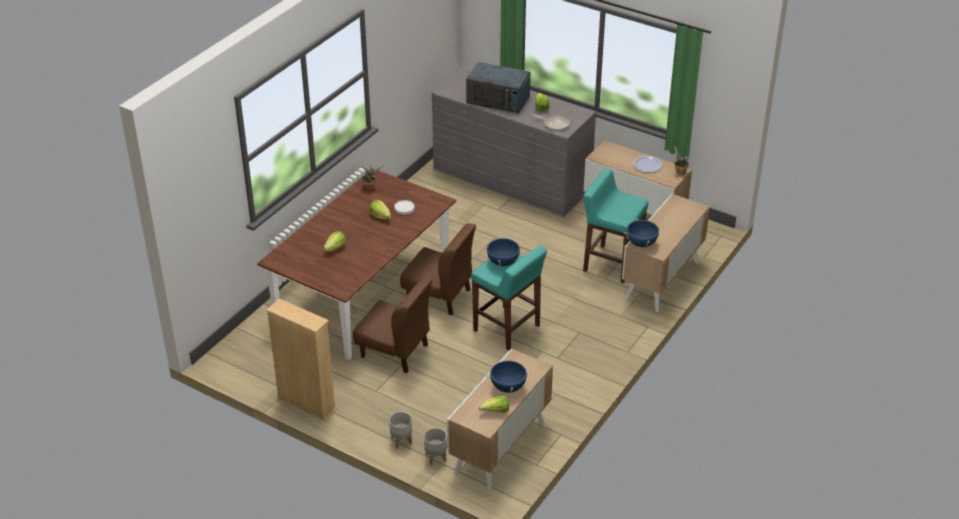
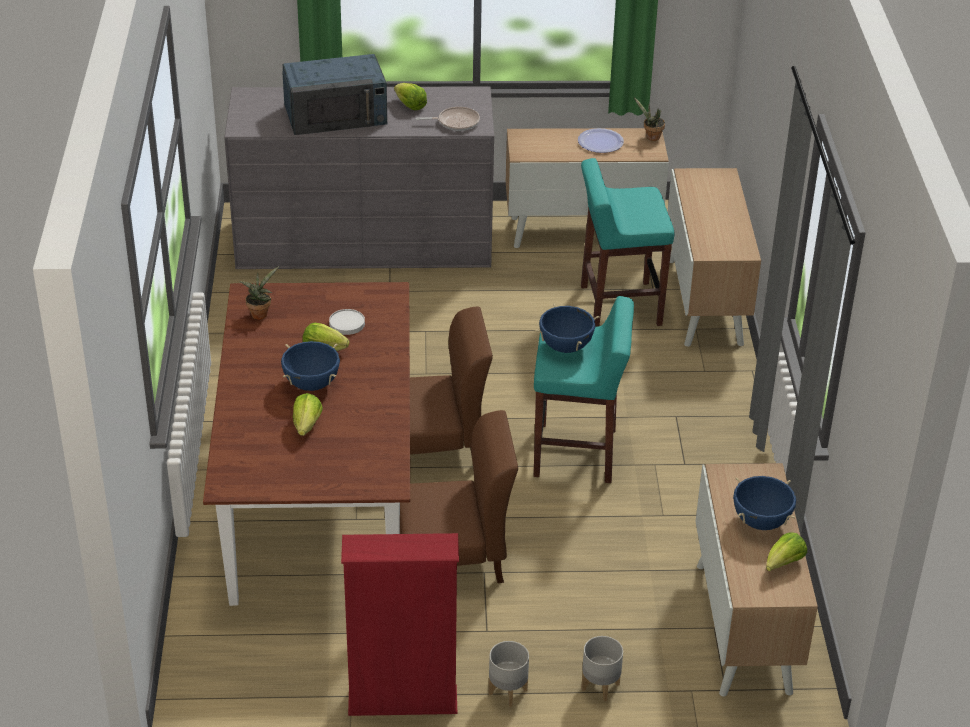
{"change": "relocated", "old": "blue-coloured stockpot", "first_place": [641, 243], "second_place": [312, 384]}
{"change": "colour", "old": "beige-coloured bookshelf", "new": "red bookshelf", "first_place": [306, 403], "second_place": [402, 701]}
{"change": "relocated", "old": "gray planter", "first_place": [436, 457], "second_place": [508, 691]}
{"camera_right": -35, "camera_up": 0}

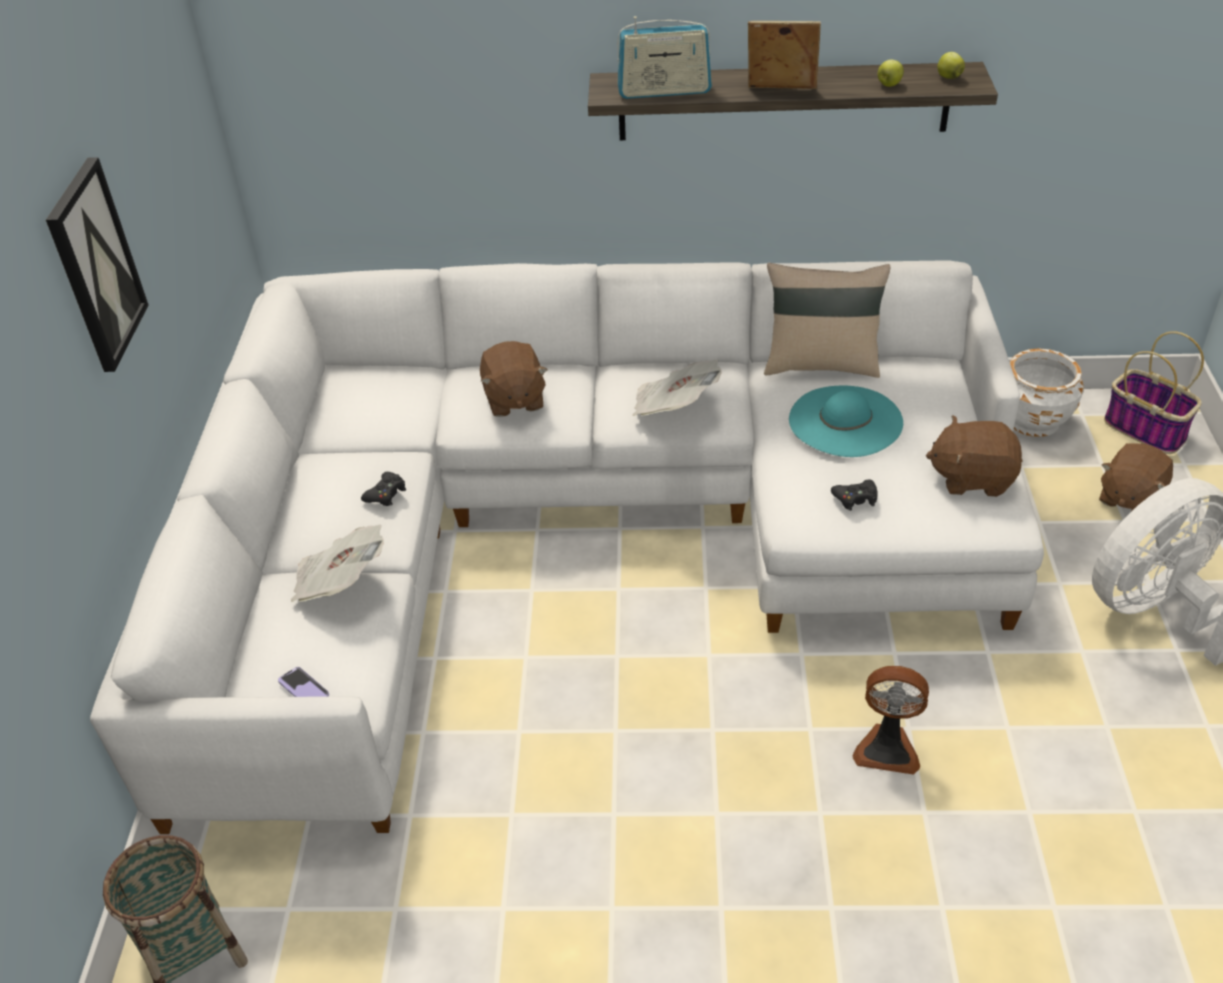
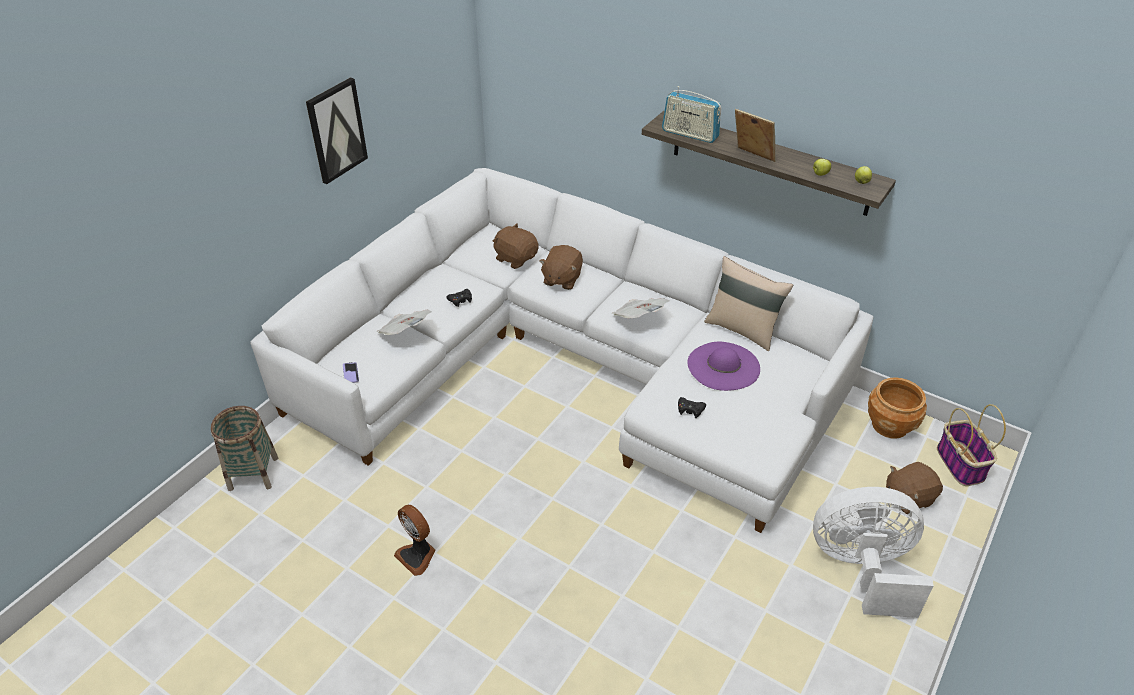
{"change": "colour", "old": "whitish planter", "new": "brown planter", "first_place": [1033, 420], "second_place": [890, 425]}
{"change": "colour", "old": "turquoise-coloured hat", "new": "purple-coloured hat", "first_place": [845, 421], "second_place": [723, 366]}
{"change": "relocated", "old": "brown cuddly toy", "first_place": [972, 478], "second_place": [516, 258]}
{"change": "relocated", "old": "cooling fan", "first_place": [887, 748], "second_place": [417, 555]}
{"camera_right": 30, "camera_up": 0}

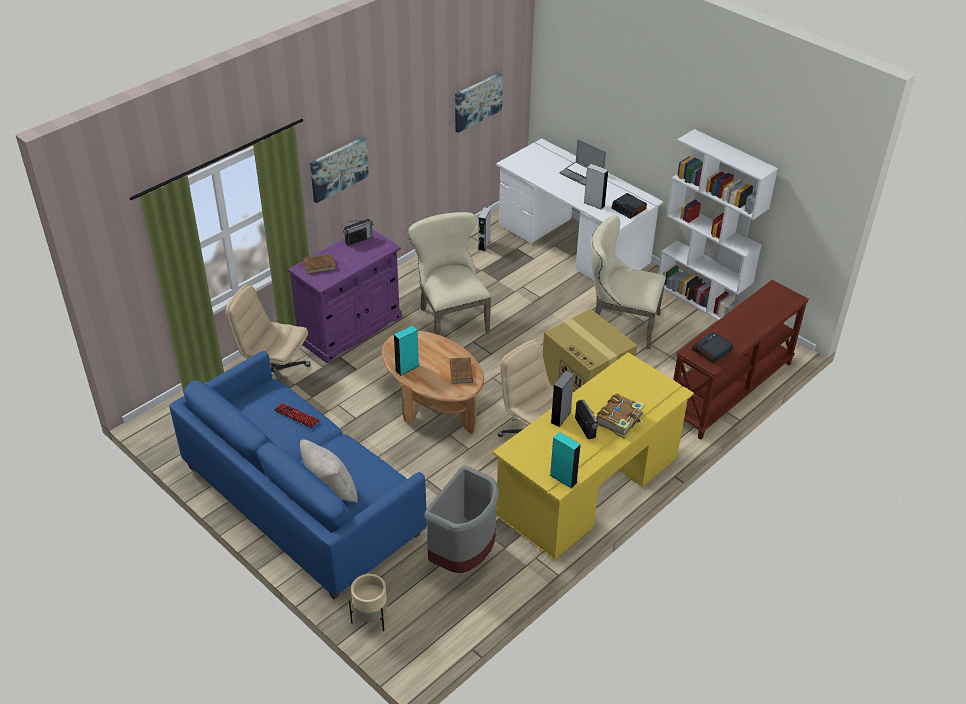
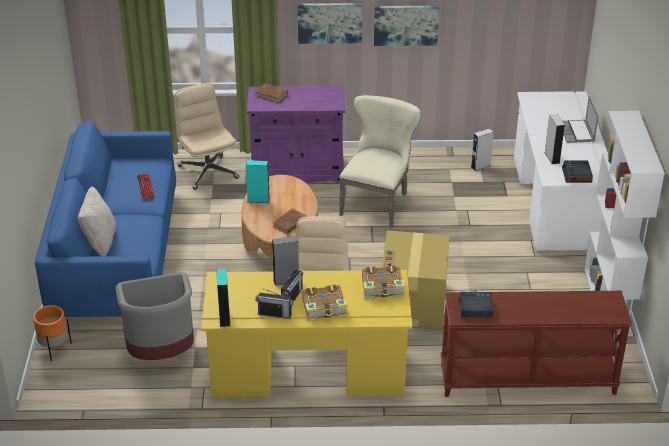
{"change": "relocated", "old": "wall picture", "first_place": [477, 101], "second_place": [406, 25]}
{"change": "missing", "old": "beige-coloured upright chair", "first_place": [620, 324]}
{"change": "relocated", "old": "radio set", "first_place": [358, 240], "second_place": [275, 314]}
{"change": "colour", "old": "beige-coloured planter", "new": "orangey planter", "first_place": [370, 618], "second_place": [54, 349]}
{"change": "appeared", "new": "book", "second_place": [383, 288]}
{"camera_right": 45, "camera_up": -5}

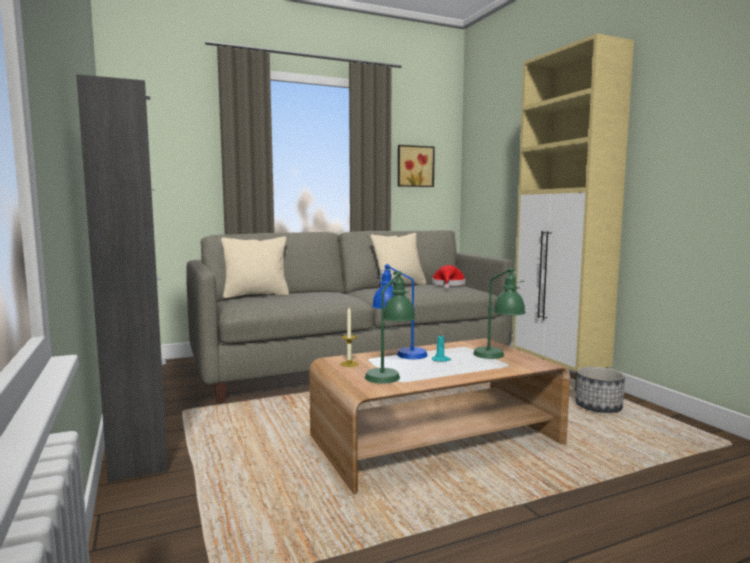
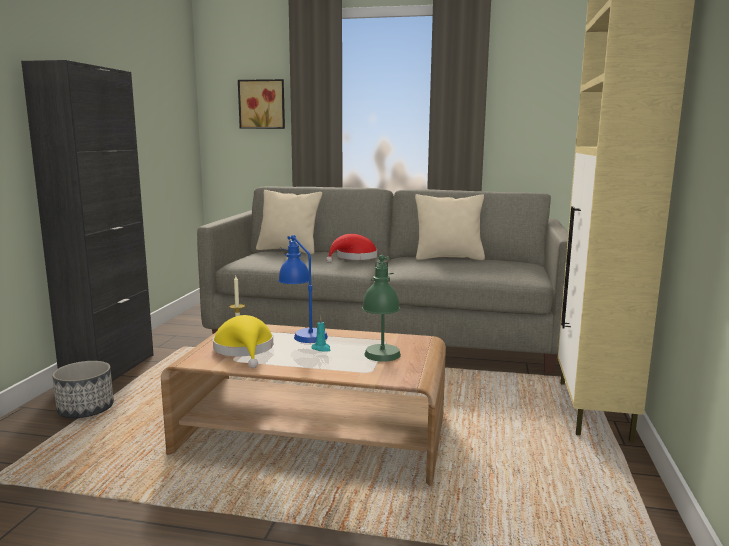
{"change": "relocated", "old": "wall picture", "first_place": [414, 166], "second_place": [262, 104]}
{"change": "relocated", "old": "red hat", "first_place": [448, 285], "second_place": [354, 258]}
{"change": "exchanged", "old": "green-coloured table lamp", "new": "yellow hat", "first_place": [390, 373], "second_place": [245, 350]}
{"change": "relocated", "old": "planter", "first_place": [598, 407], "second_place": [85, 410]}
{"camera_right": 35, "camera_up": 5}

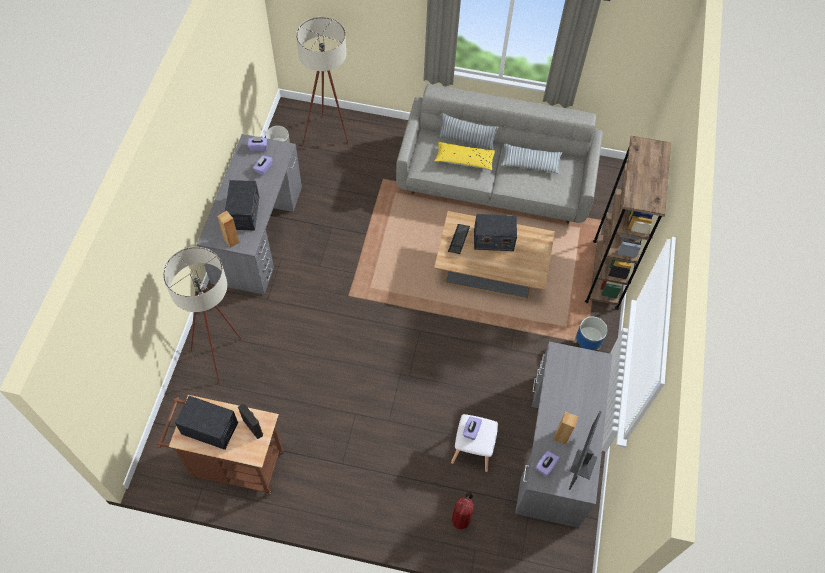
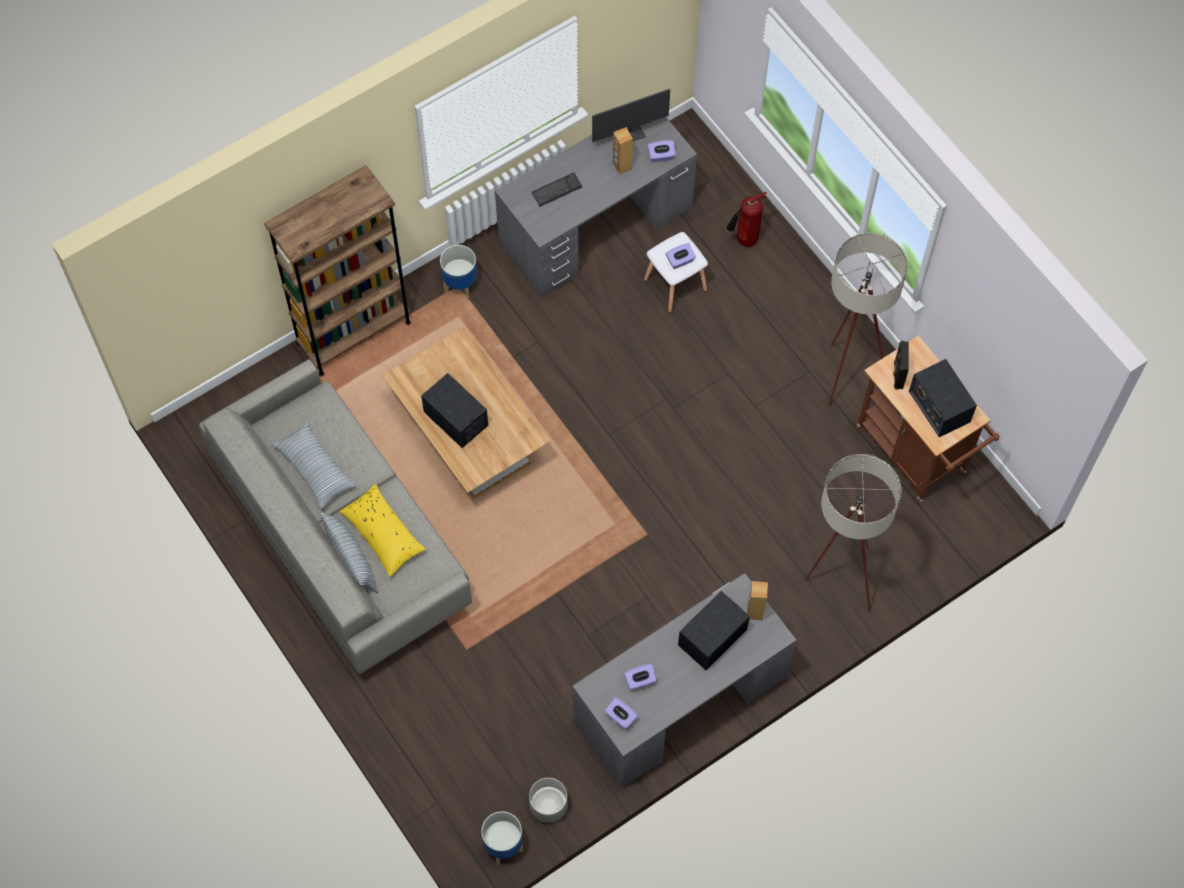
{"change": "relocated", "old": "beige-coloured standard lamp", "first_place": [329, 136], "second_place": [845, 371]}
{"change": "relocated", "old": "PC keyboard", "first_place": [458, 239], "second_place": [556, 190]}
{"change": "appeared", "new": "planter", "second_place": [502, 846]}
{"camera_right": -135, "camera_up": 5}

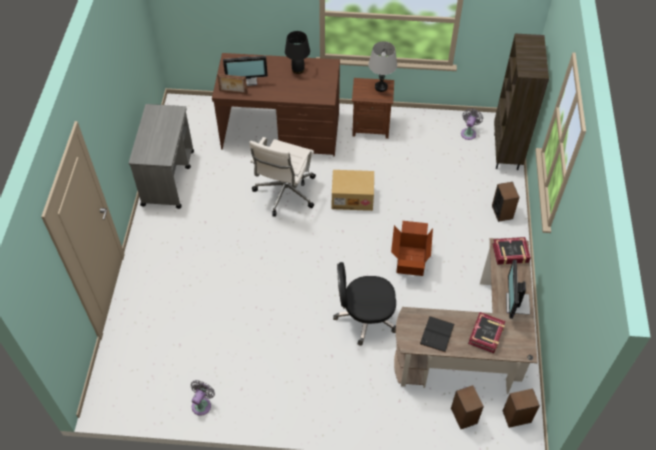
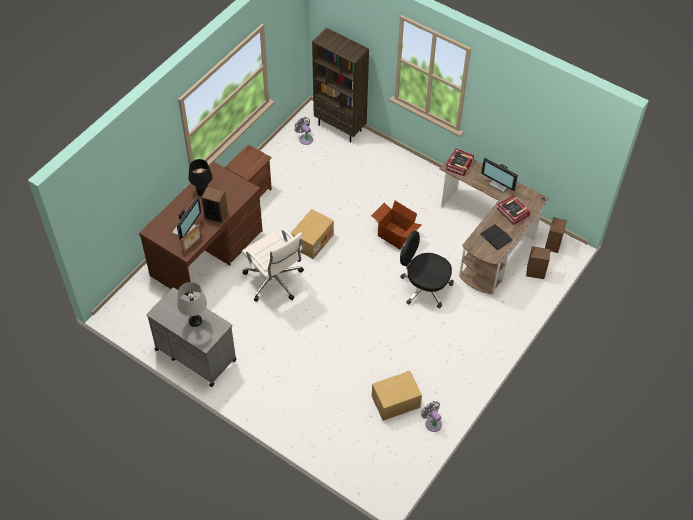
{"change": "relocated", "old": "gray table lamp", "first_place": [381, 87], "second_place": [195, 321]}
{"change": "relocated", "old": "loudspeaker", "first_place": [502, 212], "second_place": [216, 215]}
{"change": "spun", "old": "blackish desk chair", "first_place": [365, 317], "second_place": [424, 287], "degrees": 90}
{"change": "appeared", "new": "packing box", "second_place": [395, 402]}
{"camera_right": -60, "camera_up": 0}

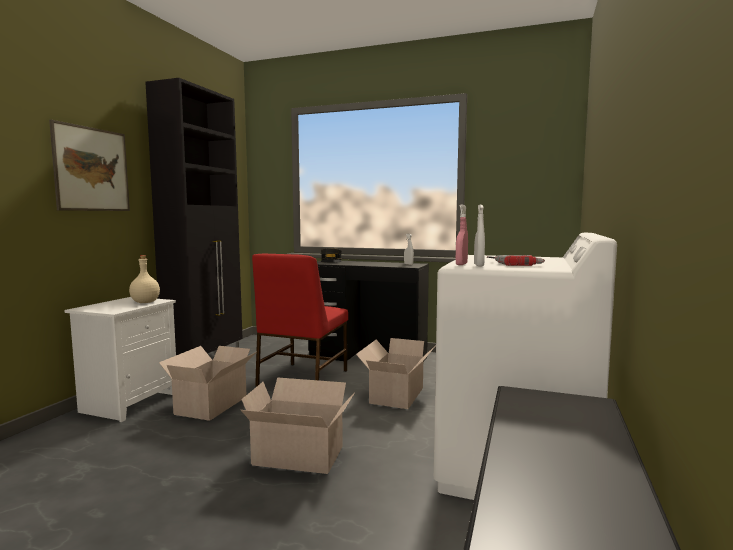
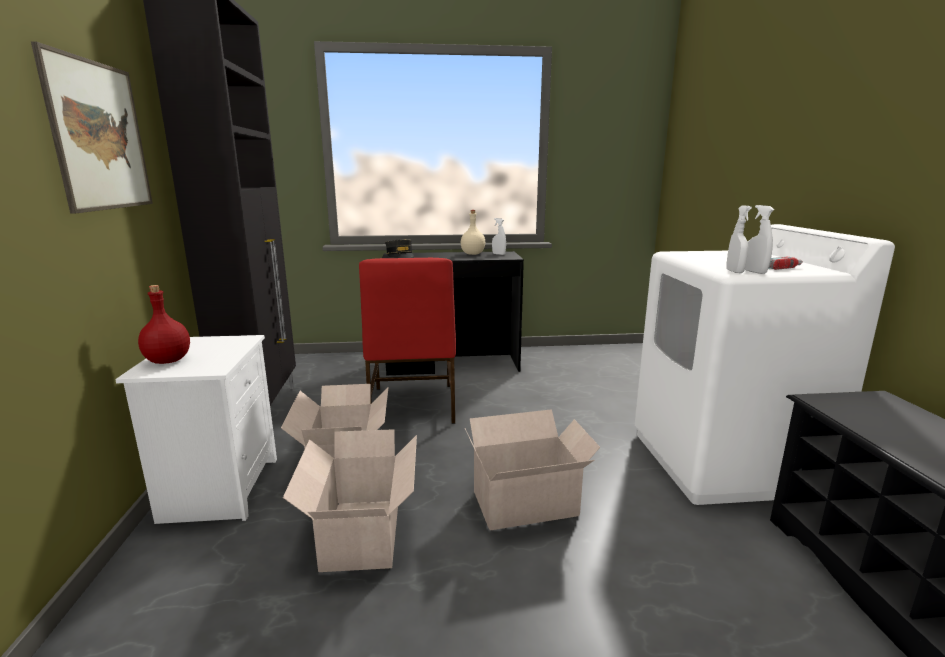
{"change": "colour", "old": "pink-coloured spray bottle", "new": "whitish spray bottle", "first_place": [461, 264], "second_place": [734, 271]}
{"change": "relocated", "old": "beige-coloured drink bottle", "first_place": [146, 302], "second_place": [473, 254]}
{"change": "relocated", "old": "packing box", "first_place": [396, 396], "second_place": [360, 536]}
{"change": "appeared", "new": "red drink bottle", "second_place": [167, 361]}
{"camera_right": -25, "camera_up": 10}

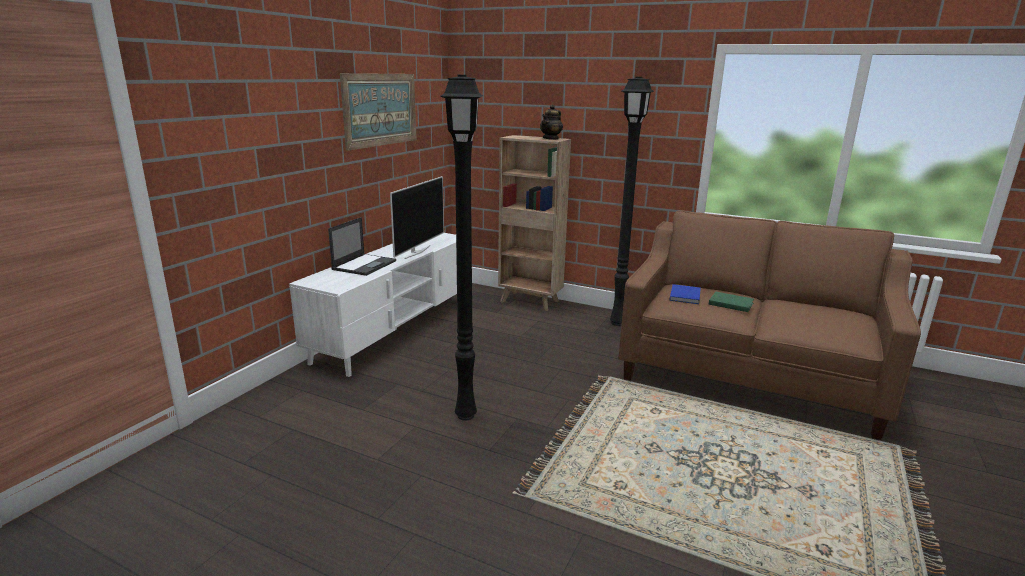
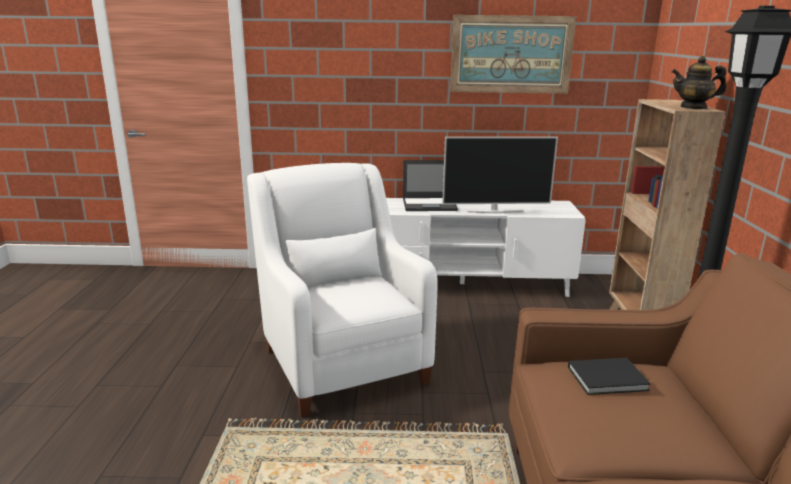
{"change": "exchanged", "old": "blackish standard lamp", "new": "whitish easy chair", "first_place": [464, 415], "second_place": [341, 360]}
{"change": "colour", "old": "blue-coloured book", "new": "blackish book", "first_place": [685, 295], "second_place": [609, 379]}
{"change": "missing", "old": "green-coloured book", "first_place": [729, 303]}
{"camera_right": 65, "camera_up": 0}

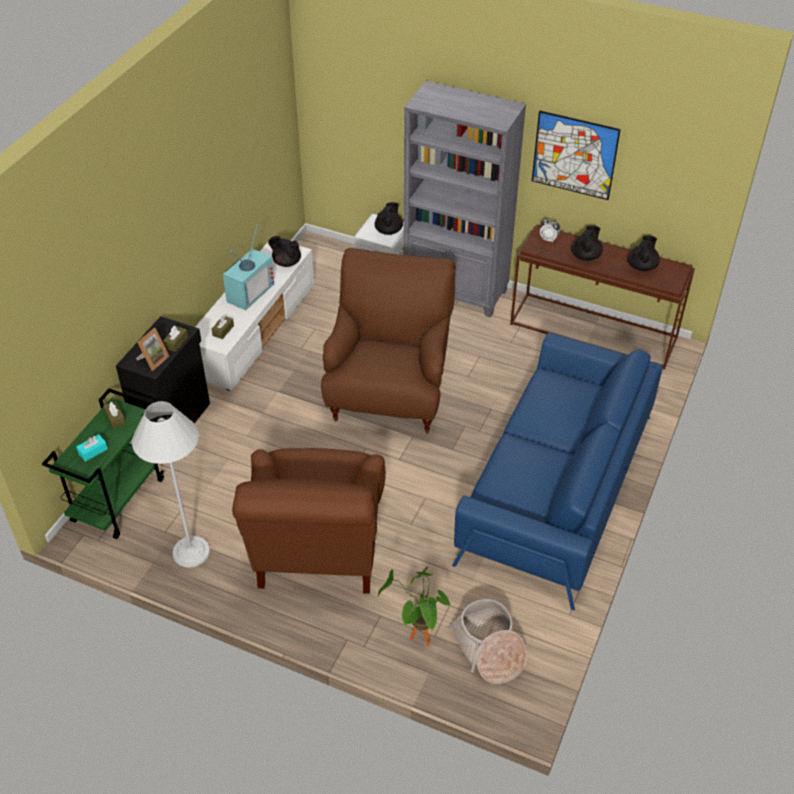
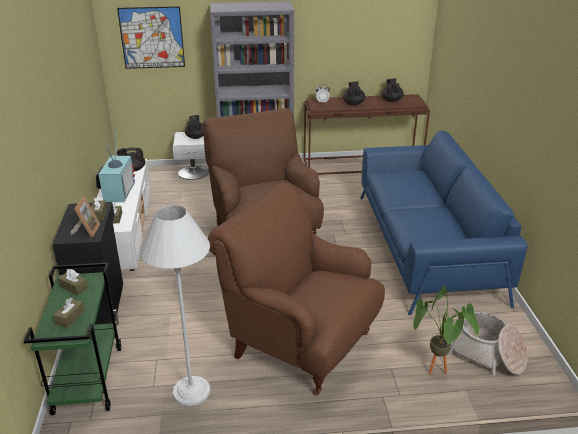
{"change": "relocated", "old": "wall picture", "first_place": [574, 155], "second_place": [152, 38]}
{"change": "colour", "old": "turquoise-coloured box of tissues", "new": "brown box of tissues", "first_place": [93, 451], "second_place": [70, 317]}
{"change": "spun", "old": "brown easy chair", "first_place": [318, 550], "second_place": [300, 345], "degrees": 150}
{"camera_right": -30, "camera_up": -15}

